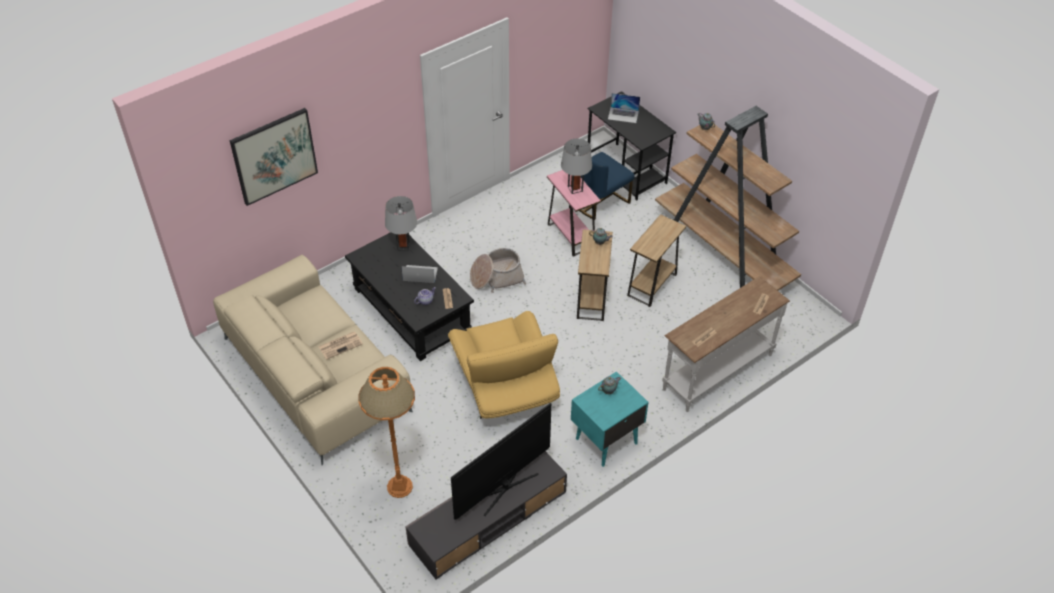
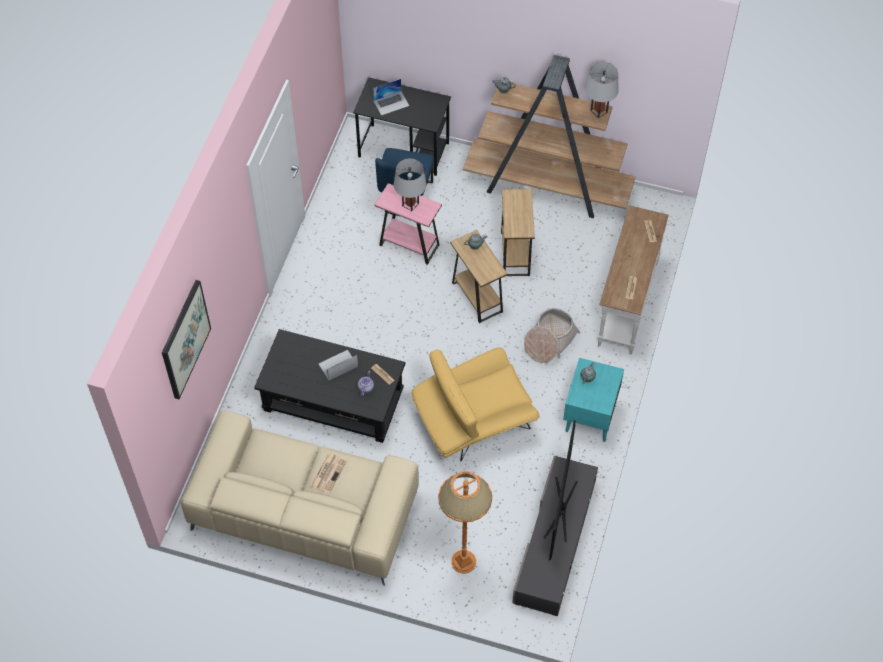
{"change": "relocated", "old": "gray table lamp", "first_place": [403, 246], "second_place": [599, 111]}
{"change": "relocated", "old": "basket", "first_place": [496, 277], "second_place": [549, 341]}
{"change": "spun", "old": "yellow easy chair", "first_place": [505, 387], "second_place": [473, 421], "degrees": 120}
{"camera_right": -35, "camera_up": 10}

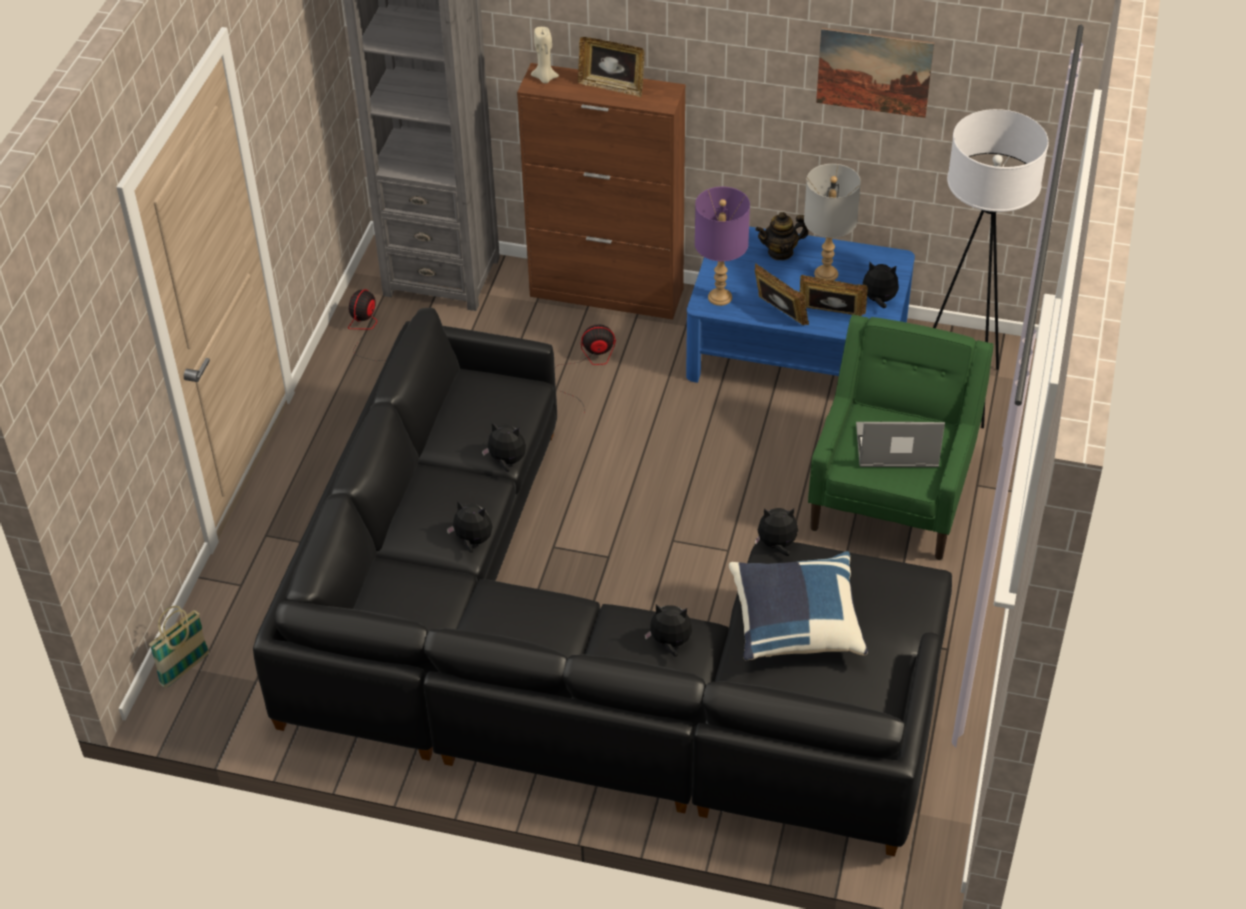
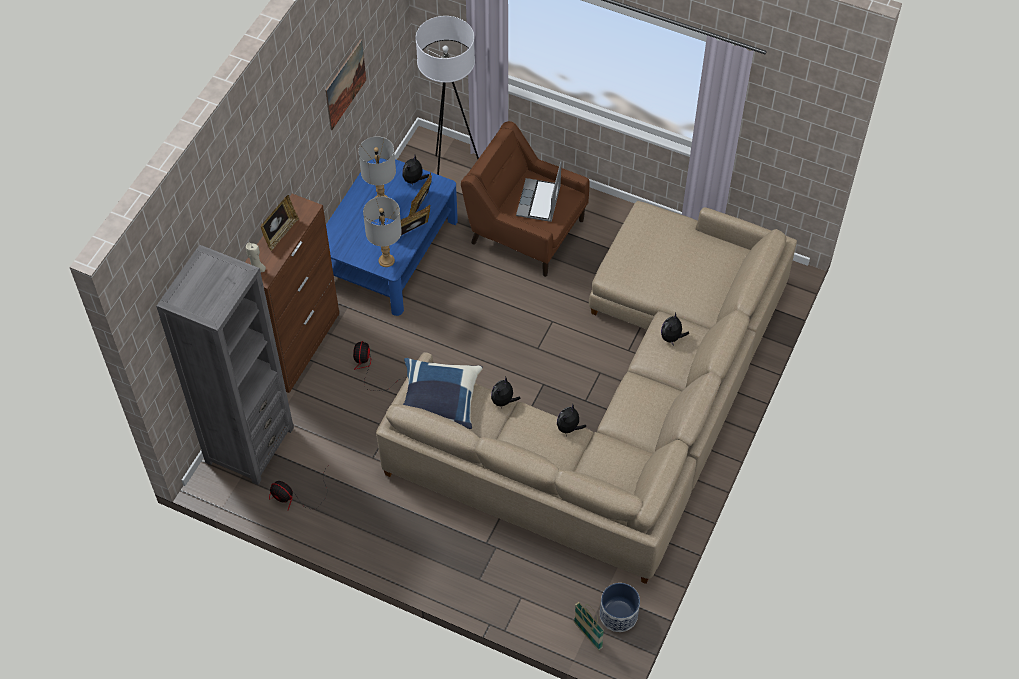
{"change": "colour", "old": "purple-coloured table lamp", "new": "gray table lamp", "first_place": [720, 297], "second_place": [386, 260]}
{"change": "missing", "old": "teapot", "first_place": [780, 252]}
{"change": "colour", "old": "blackish couch", "new": "beige-coloured couch", "first_place": [586, 653], "second_place": [618, 408]}
{"change": "colour", "old": "green-coloured easy chair", "new": "brown easy chair", "first_place": [892, 493], "second_place": [525, 230]}
{"change": "missing", "old": "cuddly toy", "first_place": [777, 545]}
{"change": "relocated", "old": "blue-coloured pillow", "first_place": [795, 623], "second_place": [439, 402]}
{"change": "appeared", "new": "planter", "second_place": [618, 615]}
{"camera_right": -80, "camera_up": 10}

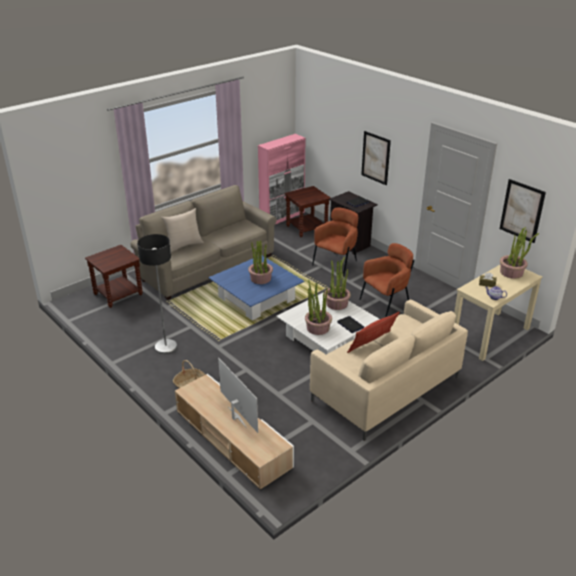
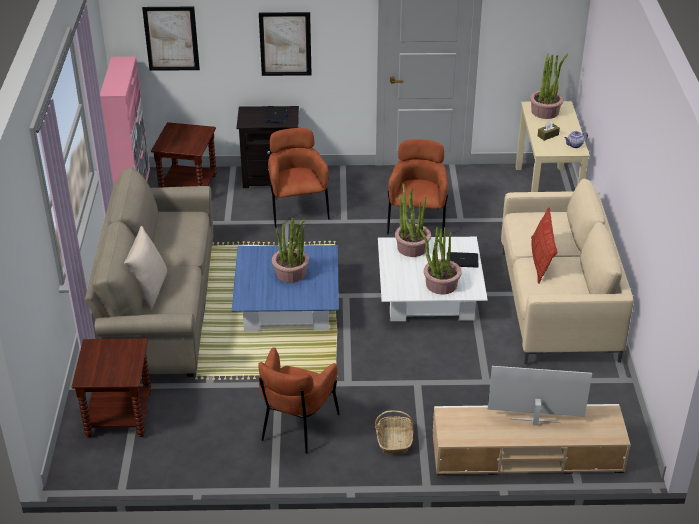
{"change": "relocated", "old": "wall picture", "first_place": [522, 211], "second_place": [171, 38]}
{"change": "exchanged", "old": "standard lamp", "new": "brown easy chair", "first_place": [165, 347], "second_place": [296, 426]}
{"camera_right": -50, "camera_up": 5}

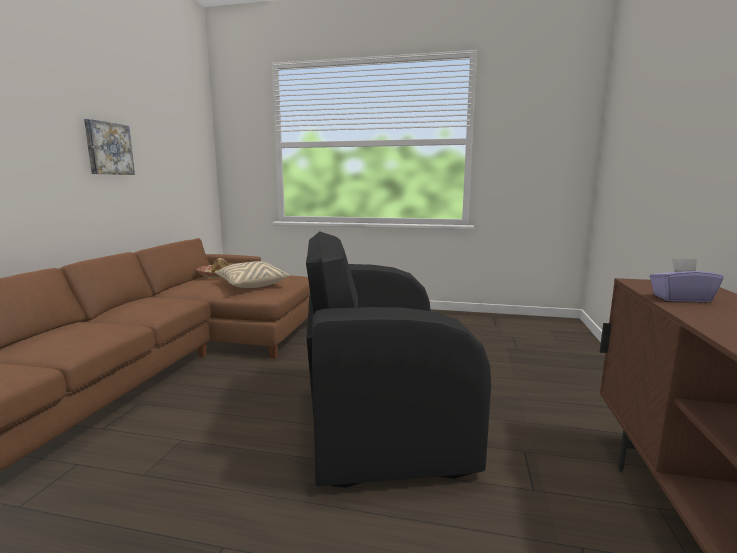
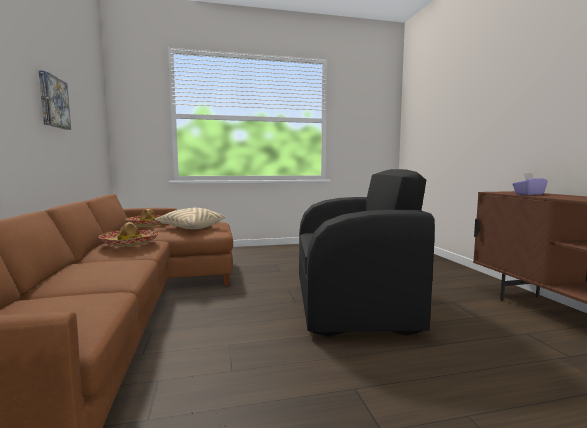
{"change": "spun", "old": "blackish easy chair", "first_place": [380, 416], "second_place": [352, 303], "degrees": -150}
{"change": "appeared", "new": "hat", "second_place": [130, 243]}
{"camera_right": -25, "camera_up": -5}

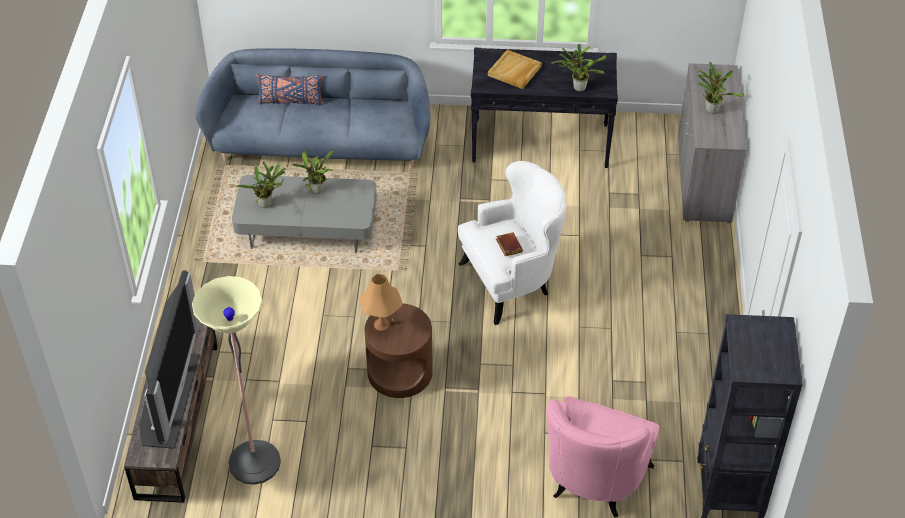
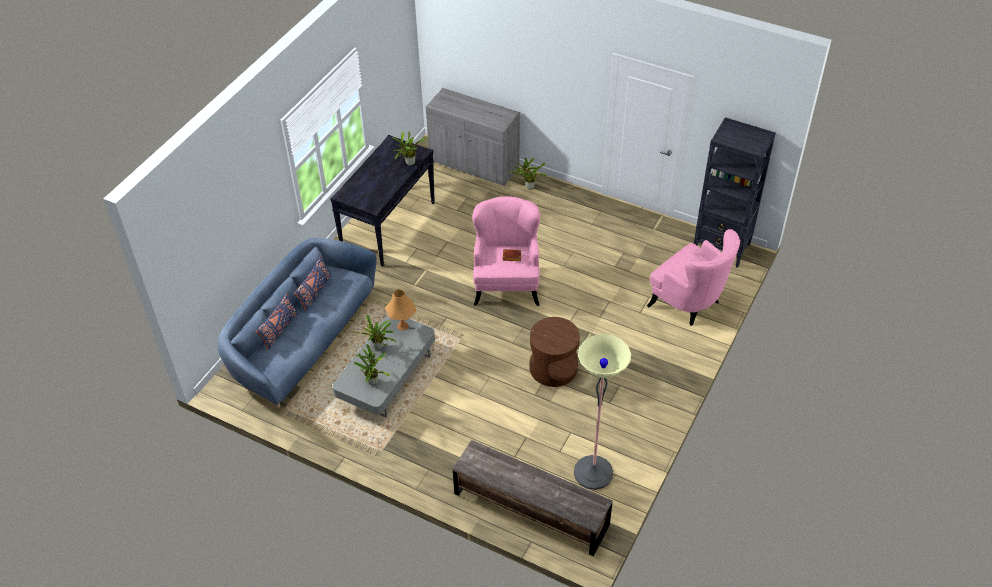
{"change": "missing", "old": "beige-coloured tray", "first_place": [514, 71]}
{"change": "relocated", "old": "potted plant", "first_place": [711, 109], "second_place": [528, 187]}
{"change": "colour", "old": "whitish easy chair", "new": "pink-coloured easy chair", "first_place": [511, 282], "second_place": [506, 284]}
{"change": "missing", "old": "television", "first_place": [169, 398]}
{"change": "relocated", "old": "orangey table lamp", "first_place": [382, 324], "second_place": [402, 326]}
{"change": "appeared", "new": "blue-coloured pillow", "second_place": [314, 292]}
{"camera_right": -65, "camera_up": 0}

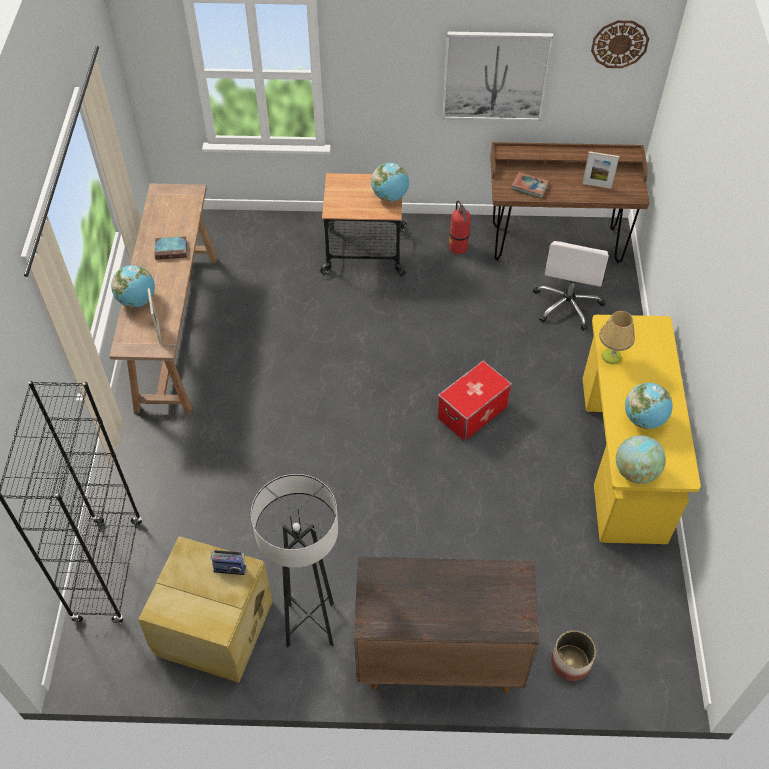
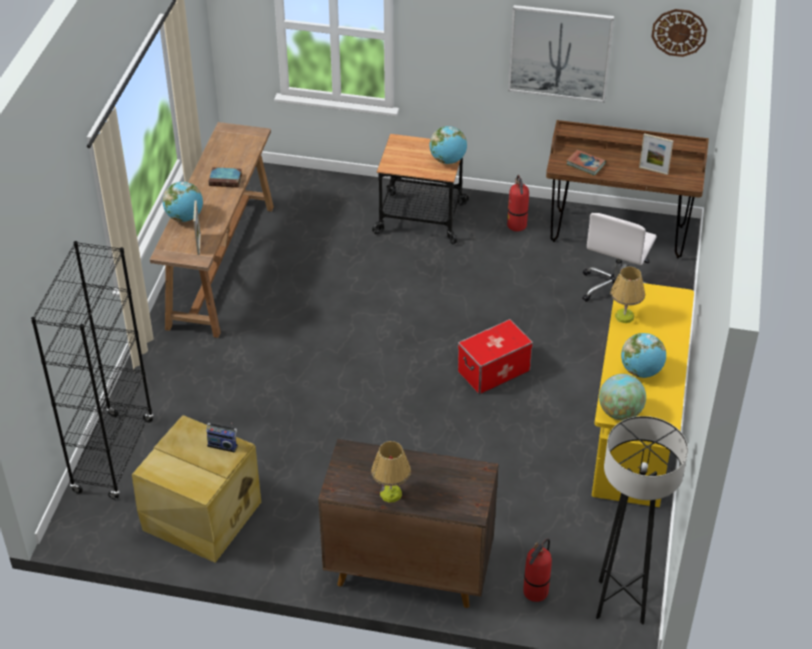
{"change": "relocated", "old": "gray standard lamp", "first_place": [310, 624], "second_place": [621, 602]}
{"change": "exchanged", "old": "planter", "new": "fire-fighting cylinder", "first_place": [570, 662], "second_place": [535, 592]}
{"change": "appeared", "new": "table lamp", "second_place": [391, 493]}
{"camera_right": 10, "camera_up": -10}

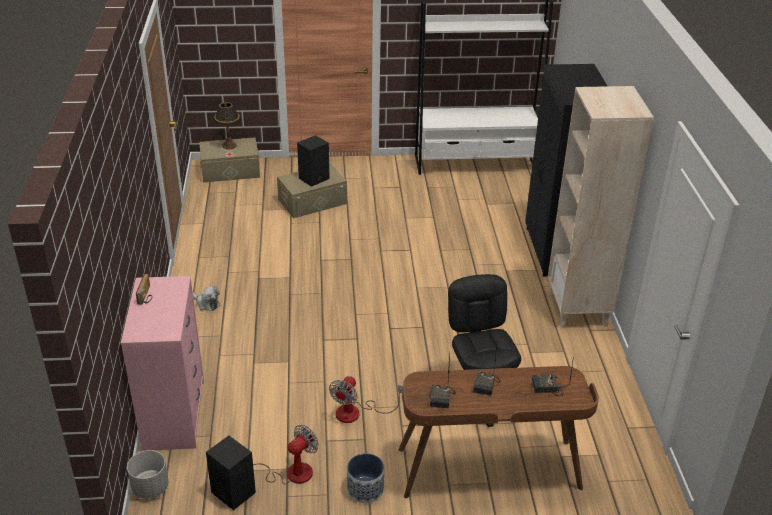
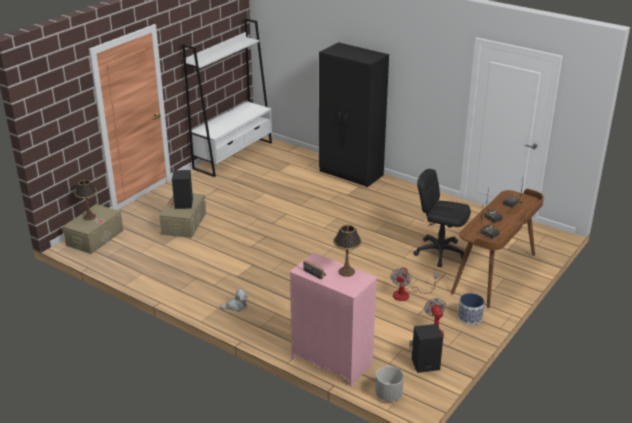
{"change": "missing", "old": "beige-coloured bookshelf", "first_place": [578, 309]}
{"change": "spun", "old": "cooling fan", "first_place": [356, 412], "second_place": [407, 294], "degrees": 45}
{"change": "appeared", "new": "table lamp", "second_place": [346, 272]}
{"camera_right": -50, "camera_up": -5}

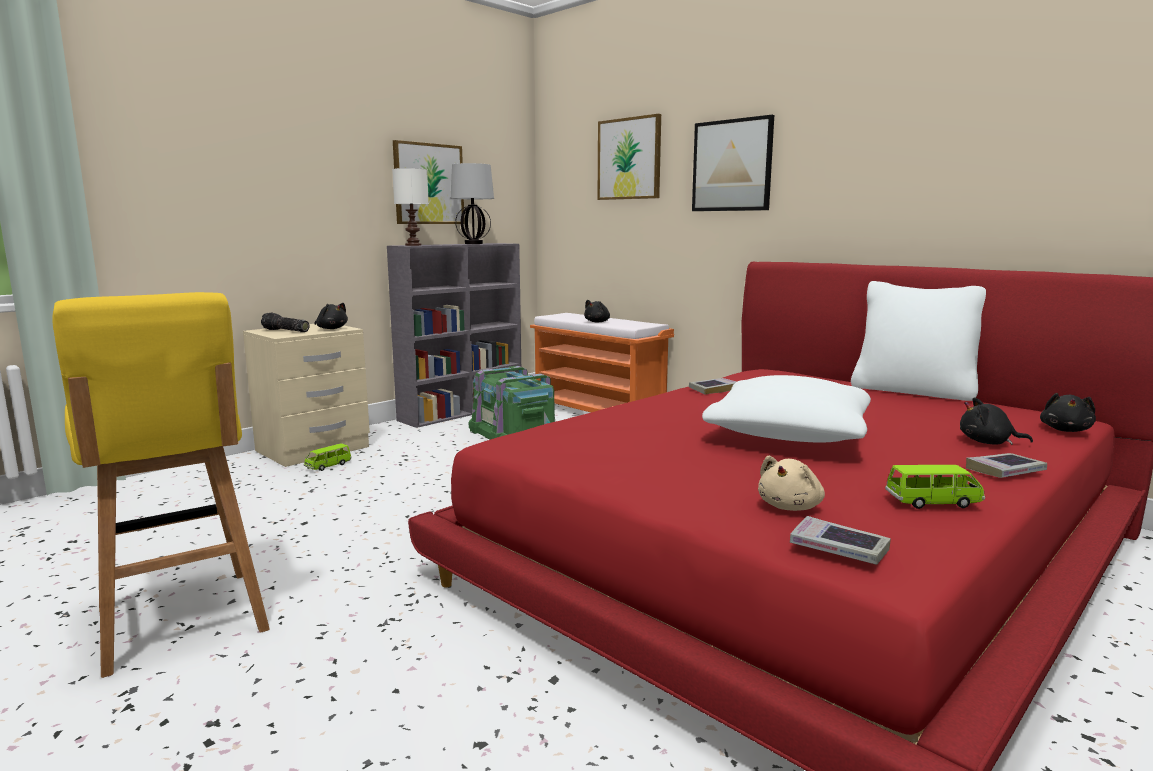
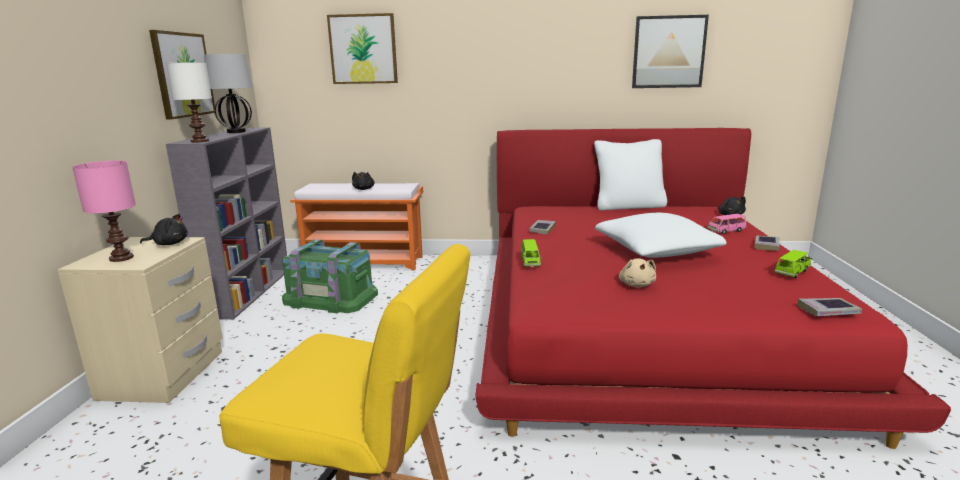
{"change": "relocated", "old": "wall picture", "first_place": [732, 165], "second_place": [668, 52]}
{"change": "exchanged", "old": "hand torch", "new": "pink-coloured table lamp", "first_place": [285, 331], "second_place": [121, 258]}
{"change": "exchanged", "old": "blackish cuddly toy", "new": "pink-coloured toy car", "first_place": [988, 443], "second_place": [726, 231]}
{"change": "relocated", "old": "green-coloured toy car", "first_place": [328, 466], "second_place": [530, 262]}
{"change": "relocated", "old": "beige-coloured cuddly toy", "first_place": [791, 507], "second_place": [636, 285]}
{"camera_right": -40, "camera_up": 5}

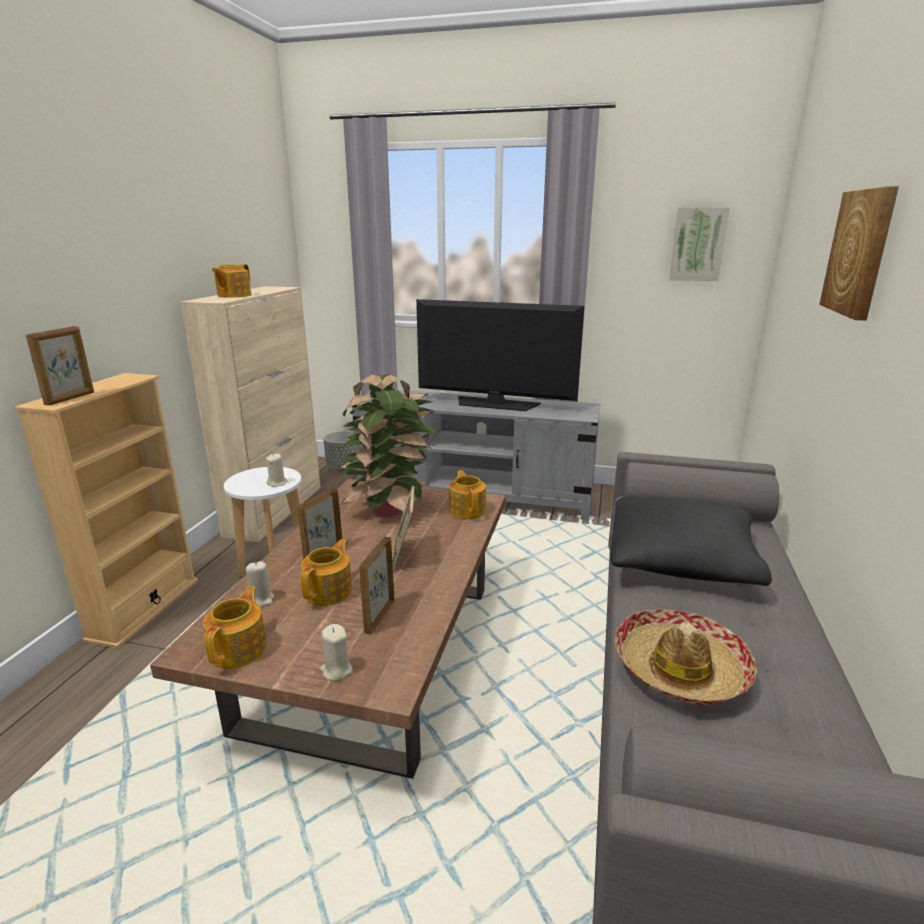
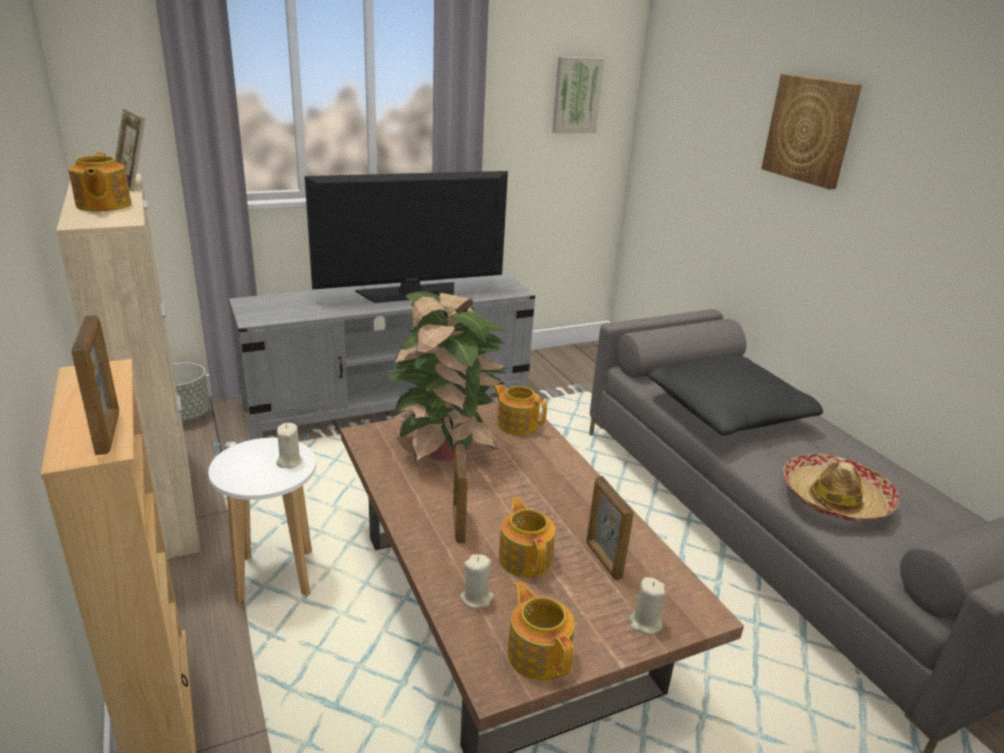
{"change": "relocated", "old": "picture frame", "first_place": [404, 556], "second_place": [133, 184]}
{"camera_right": -40, "camera_up": 5}

